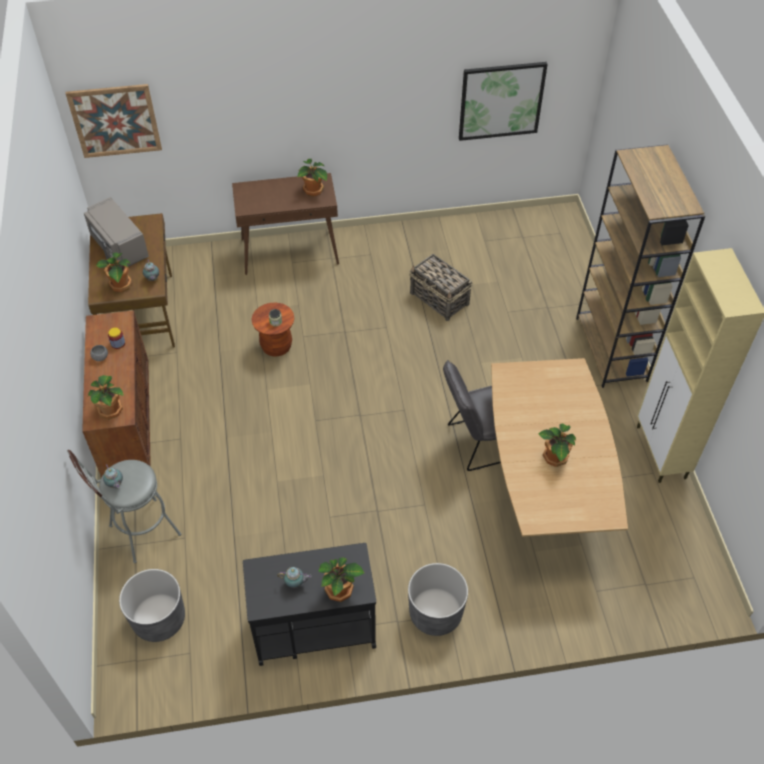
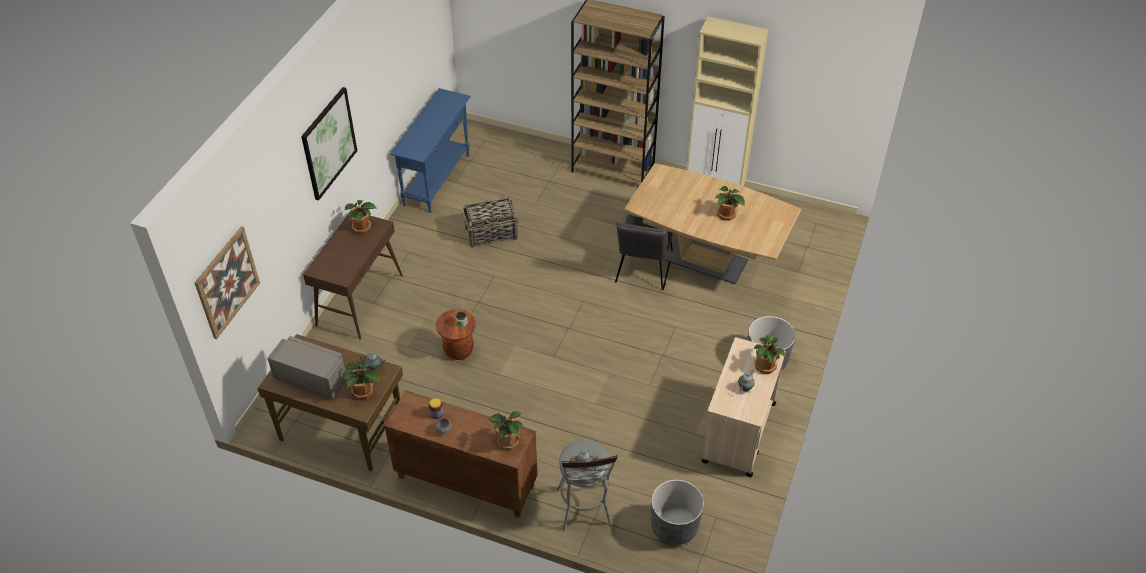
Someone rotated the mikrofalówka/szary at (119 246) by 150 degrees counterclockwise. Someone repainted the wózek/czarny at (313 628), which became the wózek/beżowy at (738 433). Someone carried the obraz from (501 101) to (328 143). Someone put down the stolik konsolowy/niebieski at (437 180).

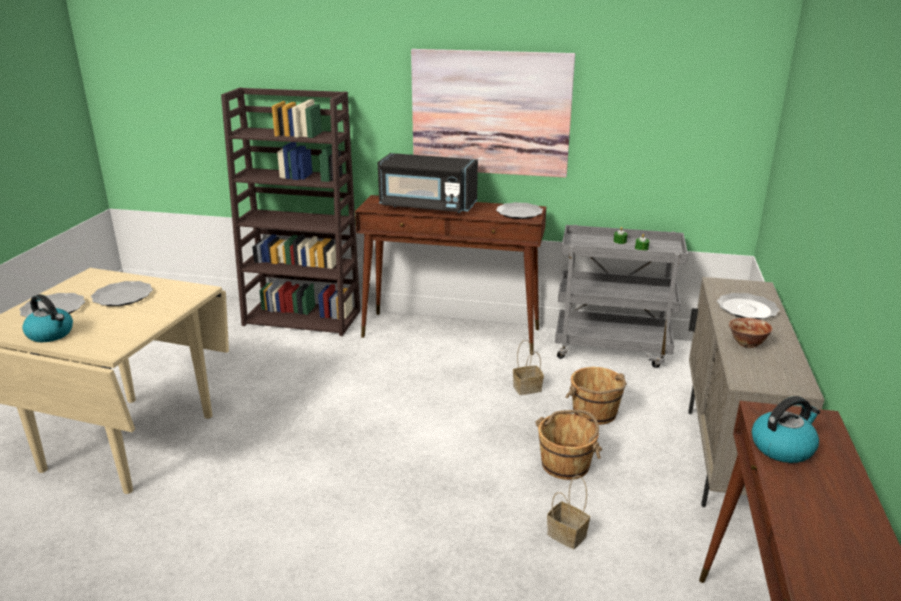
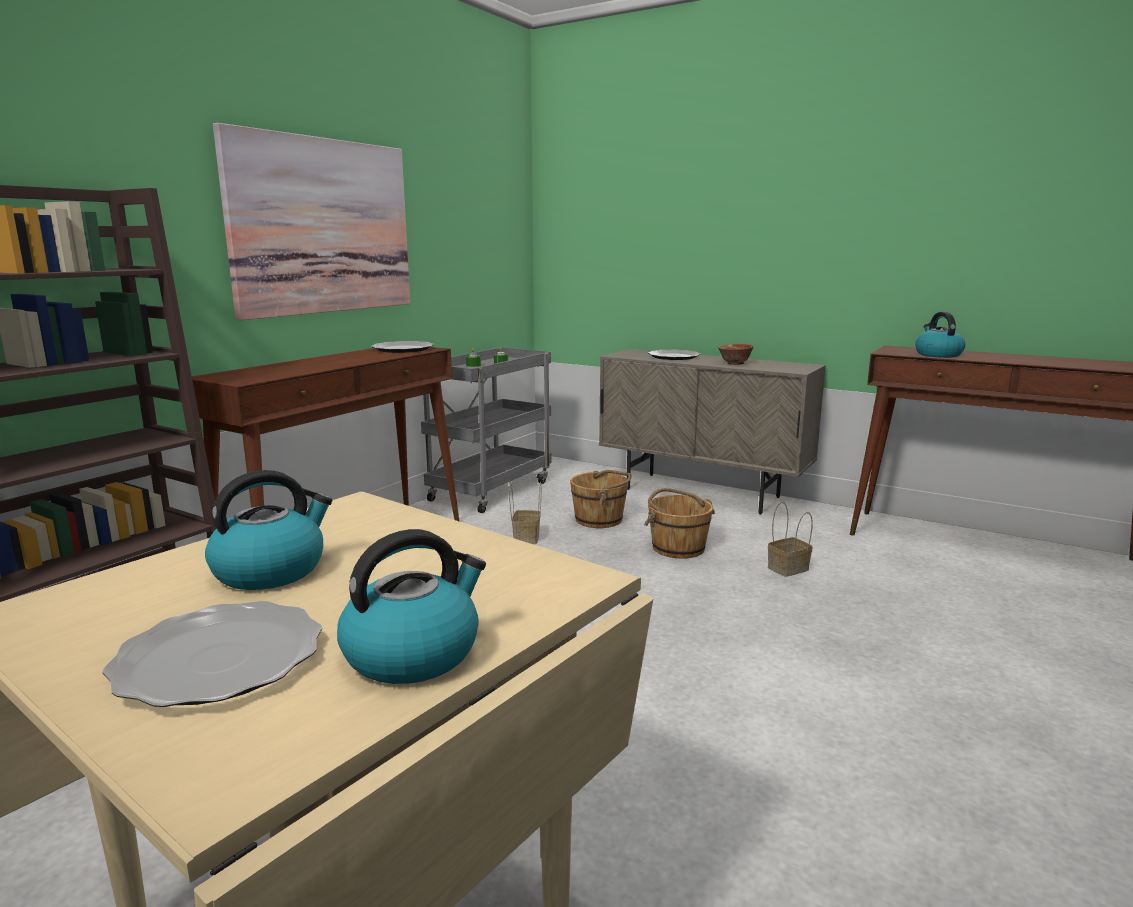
Someone swapped the talerz at (123 296) for the czajnik at (271 570). Someone took away the mikrofalówka/czarny at (427 206).

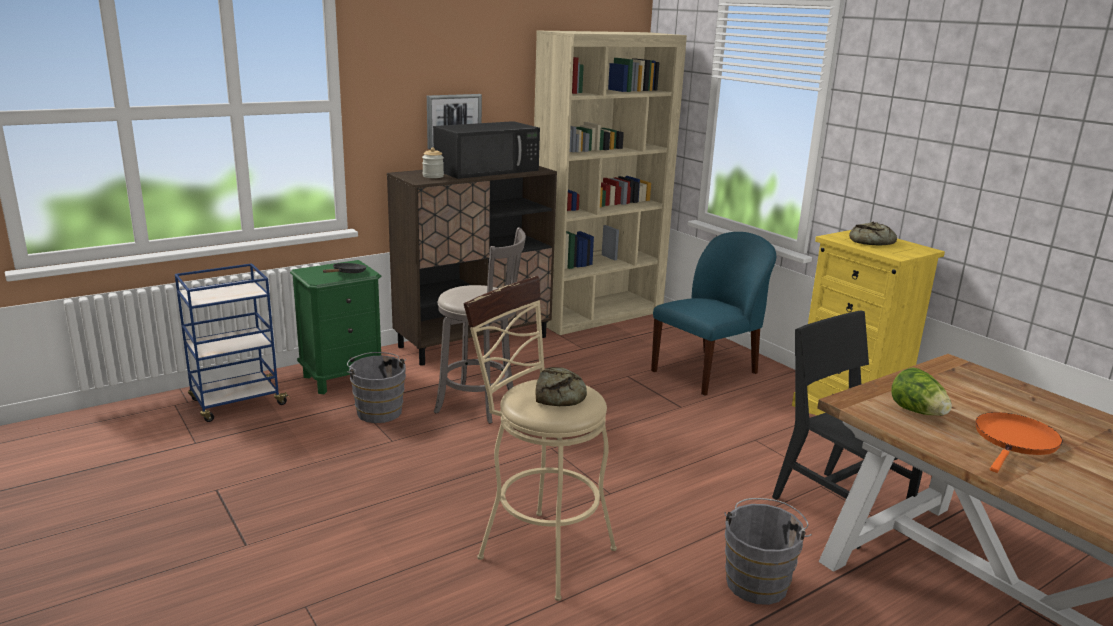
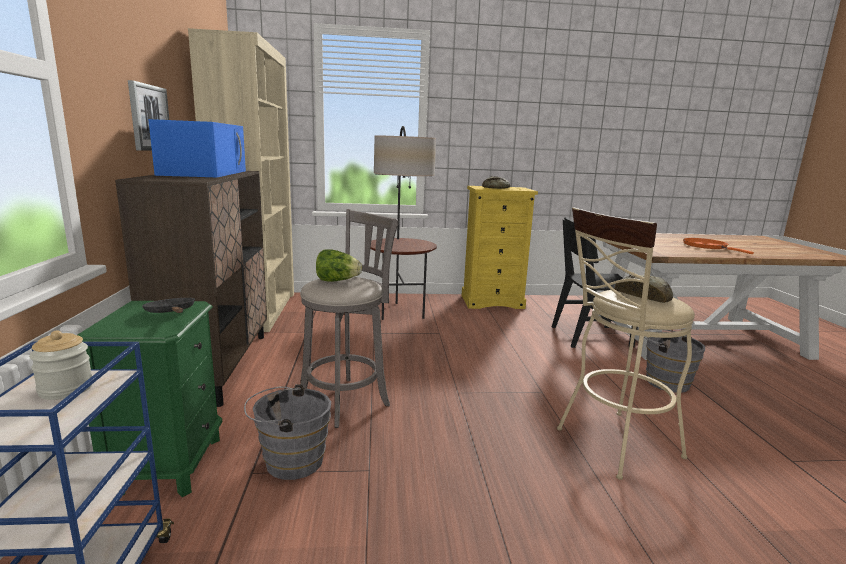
Someone carried the słoik from (433 176) to (66 389). Someone repainted the mikrofalówka/czarny at (487 170), which became the mikrofalówka/niebieski at (205 173). Someone swapped the krzesło/niebieski at (706 372) for the lampa stojąca at (400 312). Someone carried the sałata from (917 412) to (337 281).

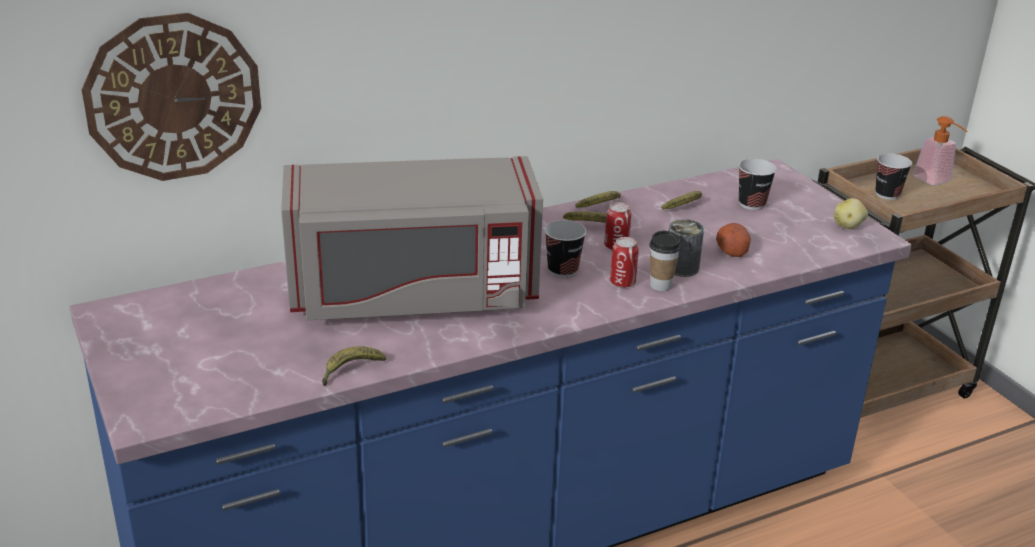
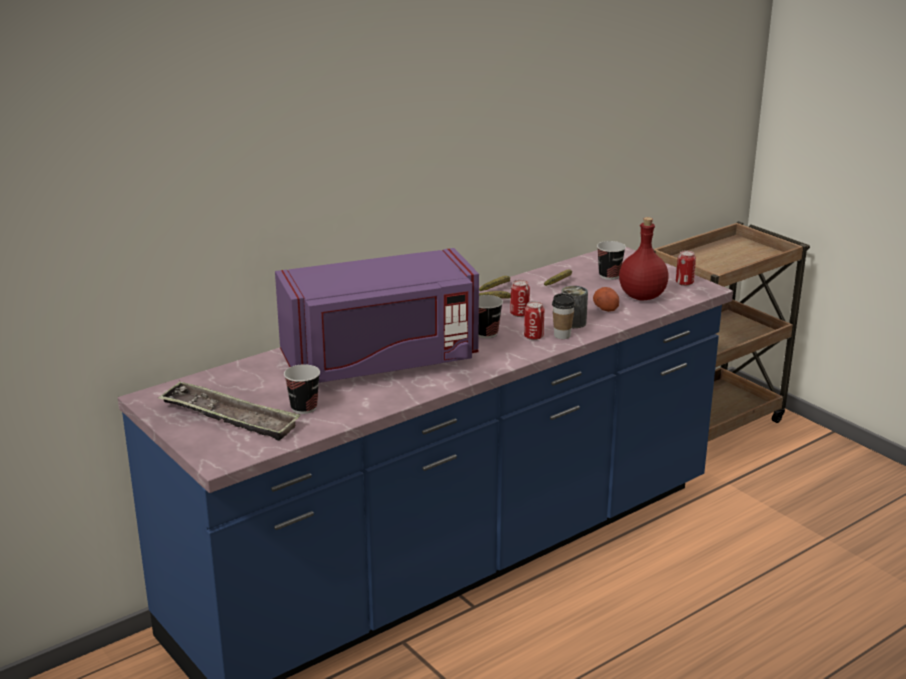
Someone took away the zegar ścienny at (173 97). Someone repainted the mikrofalówka/szary at (413 294), which became the mikrofalówka/fioletowy at (381 360). Someone took away the banan at (350 371). Someone swapped the ziemniak at (848 226) for the puszka at (684 283). Someone carried the filiżanka from (887 194) to (304 408). Someone took away the dozownik mydła at (936 181). Someone put down the taca at (229 417). Someone put down the butelka/czerwony at (642 297).

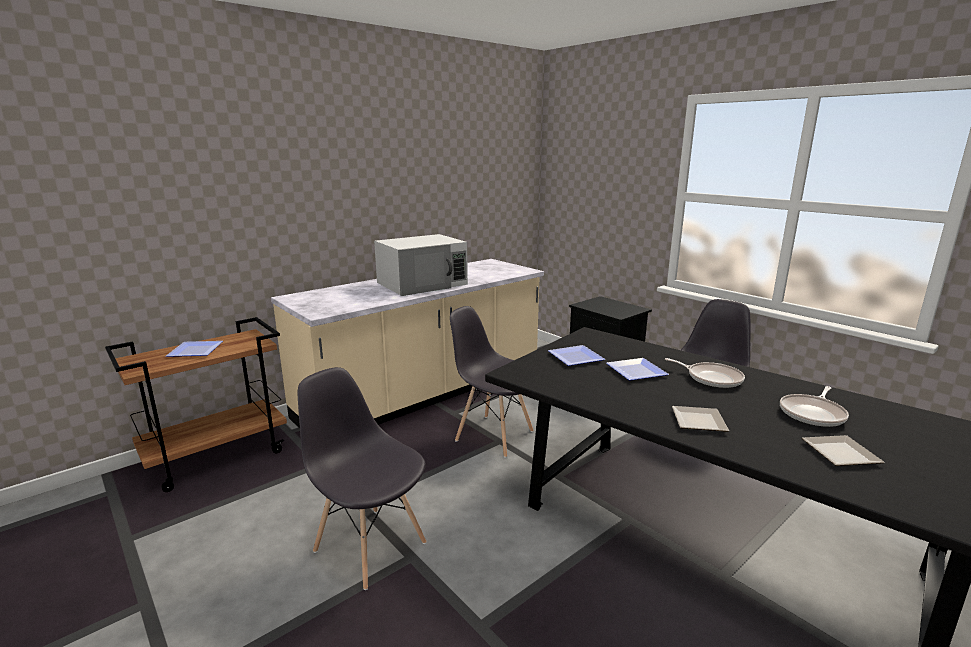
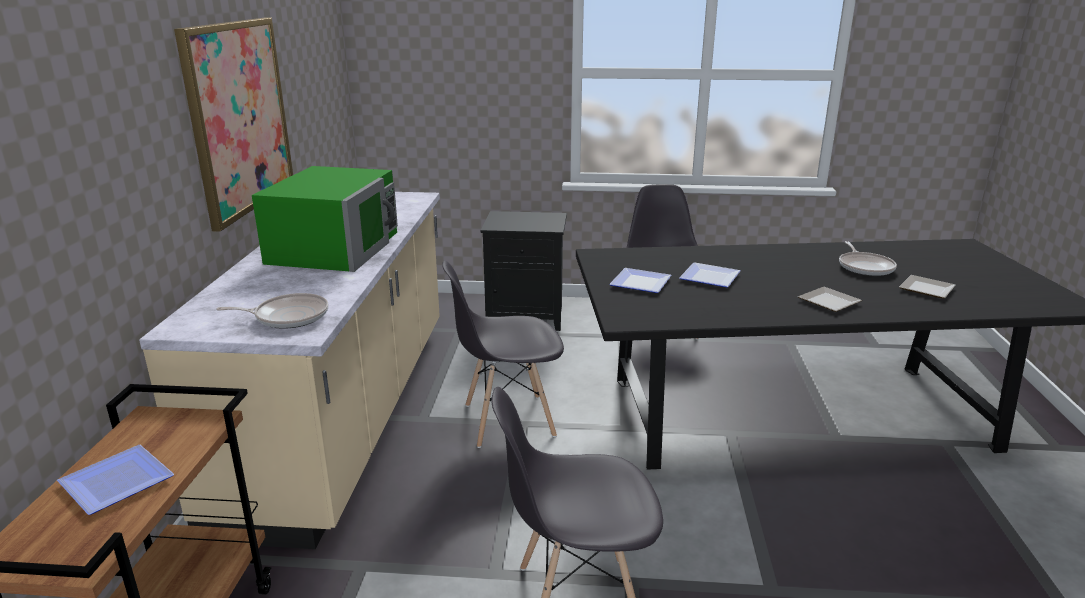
Someone repainted the mikrofalówka/biały at (423 283), which became the mikrofalówka/zielony at (335 247). Someone carried the patelnia from (711 378) to (288 317). Someone put up the obraz at (239 117).

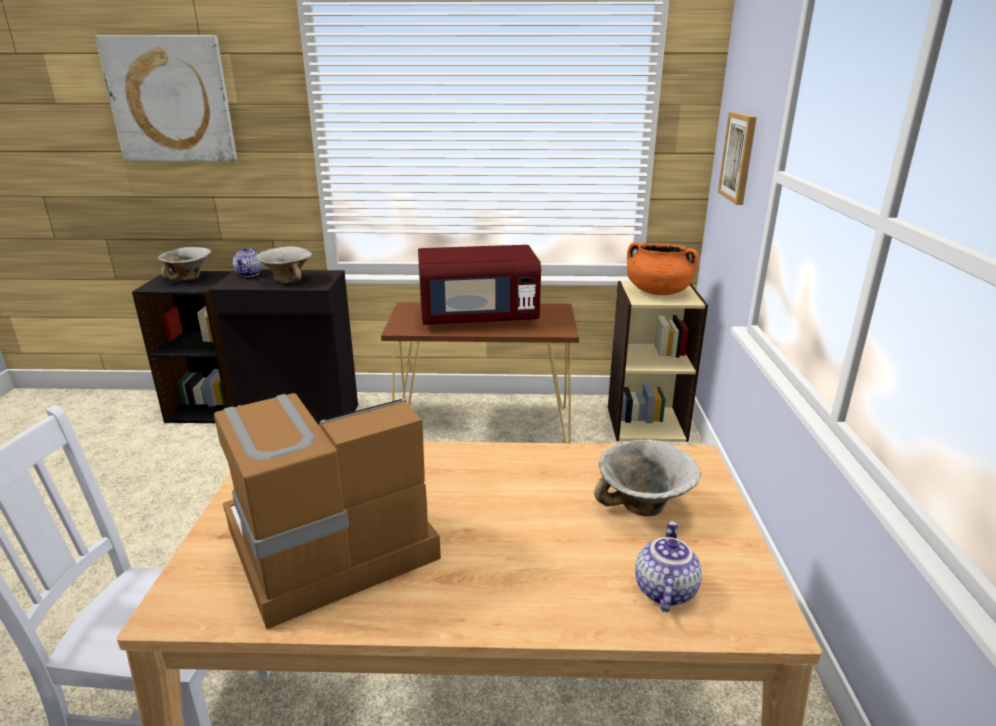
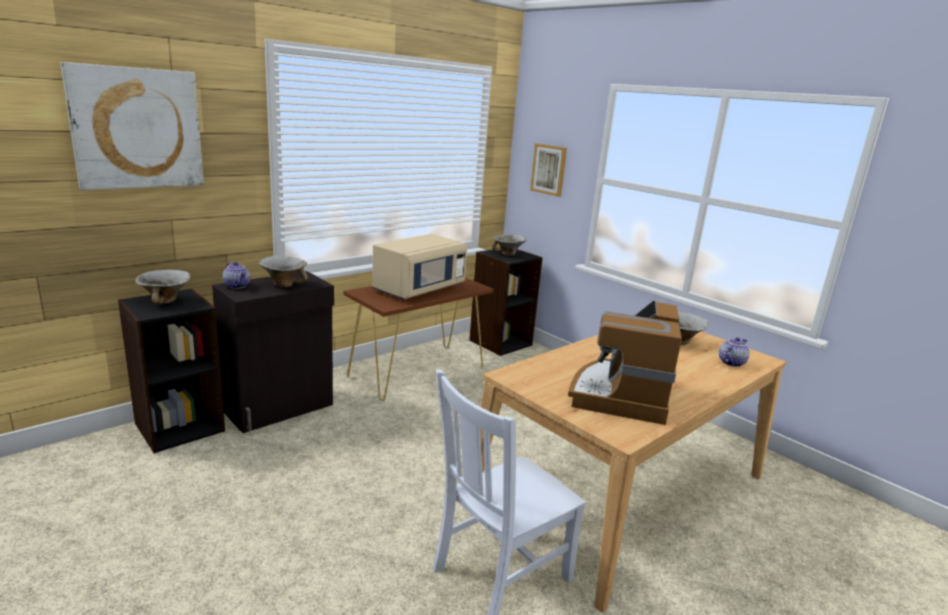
Someone repainted the mikrofalówka/czerwony at (478 317), which became the mikrofalówka/beżowy at (418 289). Someone repainted the regał/beżowy at (646 423), which became the regał/czarny at (500 342). Someone swapped the garnek/pomarańczowy at (658 292) for the miska at (508 254). Someone rotated the imbryk at (663 589) by 75 degrees clockwise.

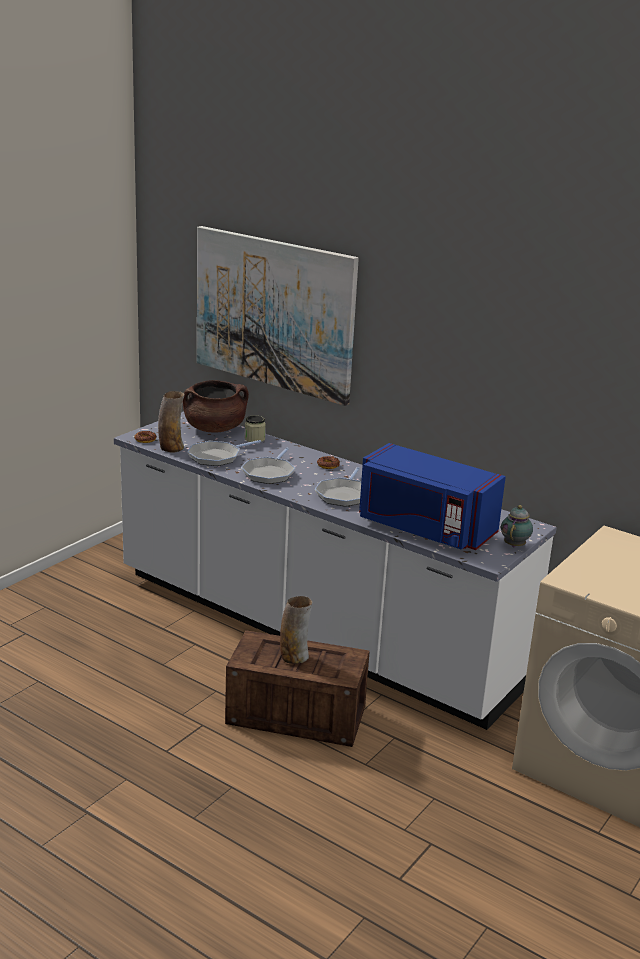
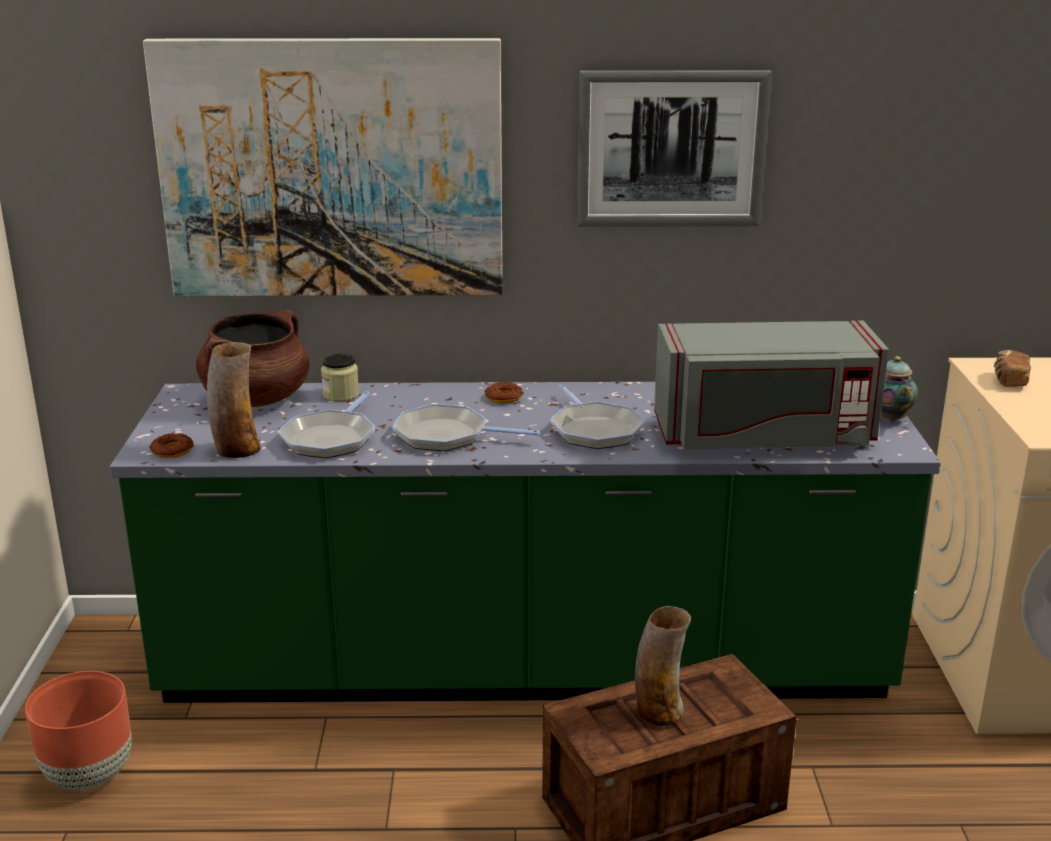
Someone repainted the zabudowa kuchenna/biały at (311 630), which became the zabudowa kuchenna/zielony at (525 668). Someone rotated the patelnia at (269 473) by 120 degrees clockwise. Someone repainted the mikrofalówka/niebieski at (424 528), which became the mikrofalówka/szary at (763 436). Someone put down the donica/brązowy at (89 776). Someone put up the obraz at (671 149). Someone put down the chleb at (1009 381).

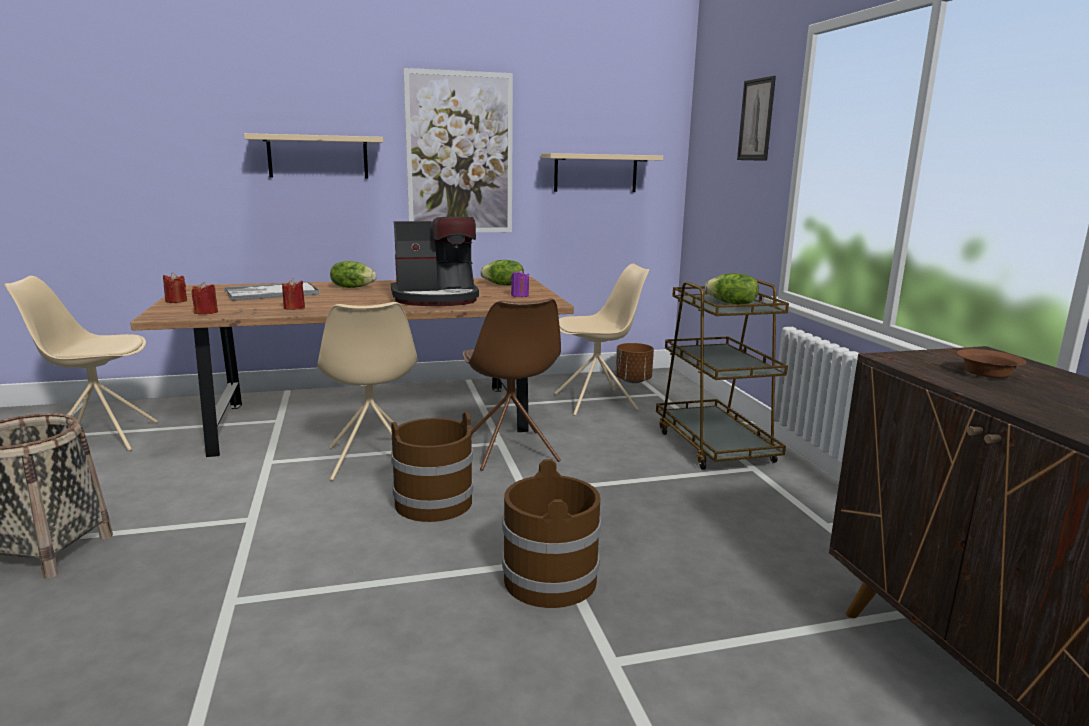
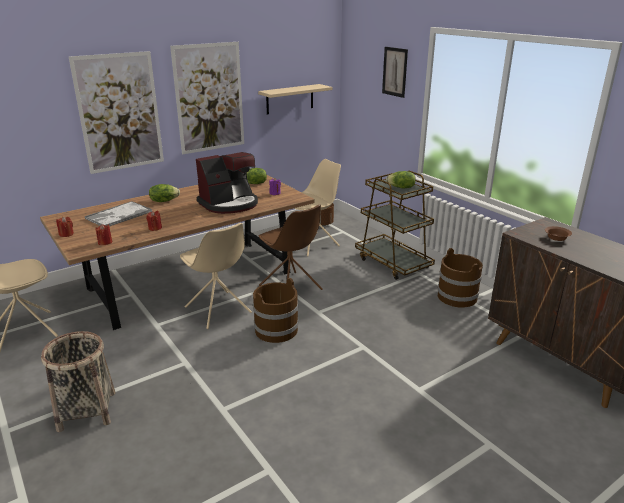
Someone swapped the półka/beżowy at (318 157) for the obraz at (119 113). Someone carried the wiadro/brązowy from (550 580) to (457 297).

